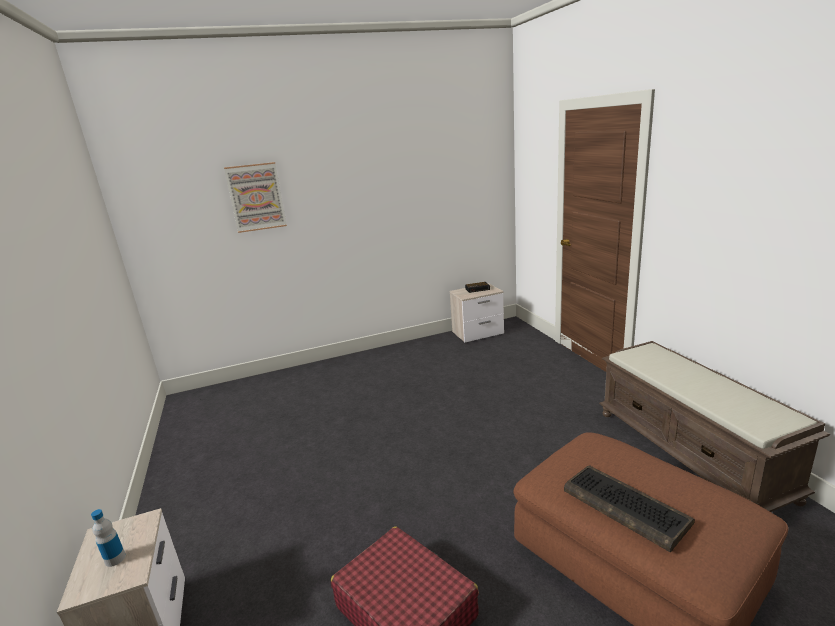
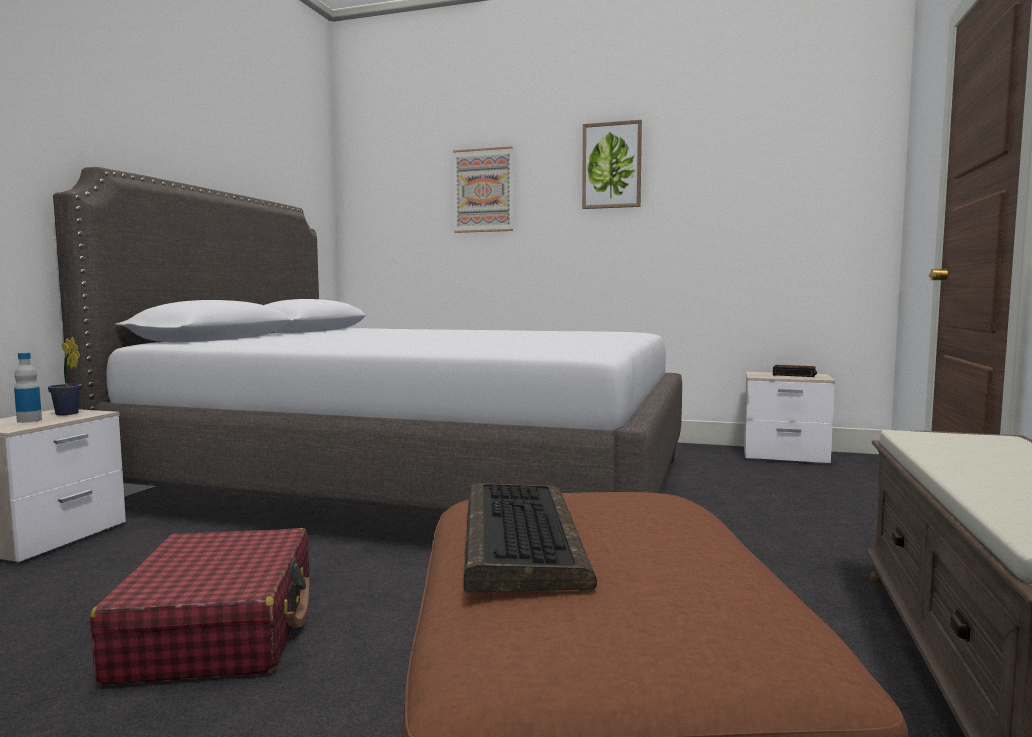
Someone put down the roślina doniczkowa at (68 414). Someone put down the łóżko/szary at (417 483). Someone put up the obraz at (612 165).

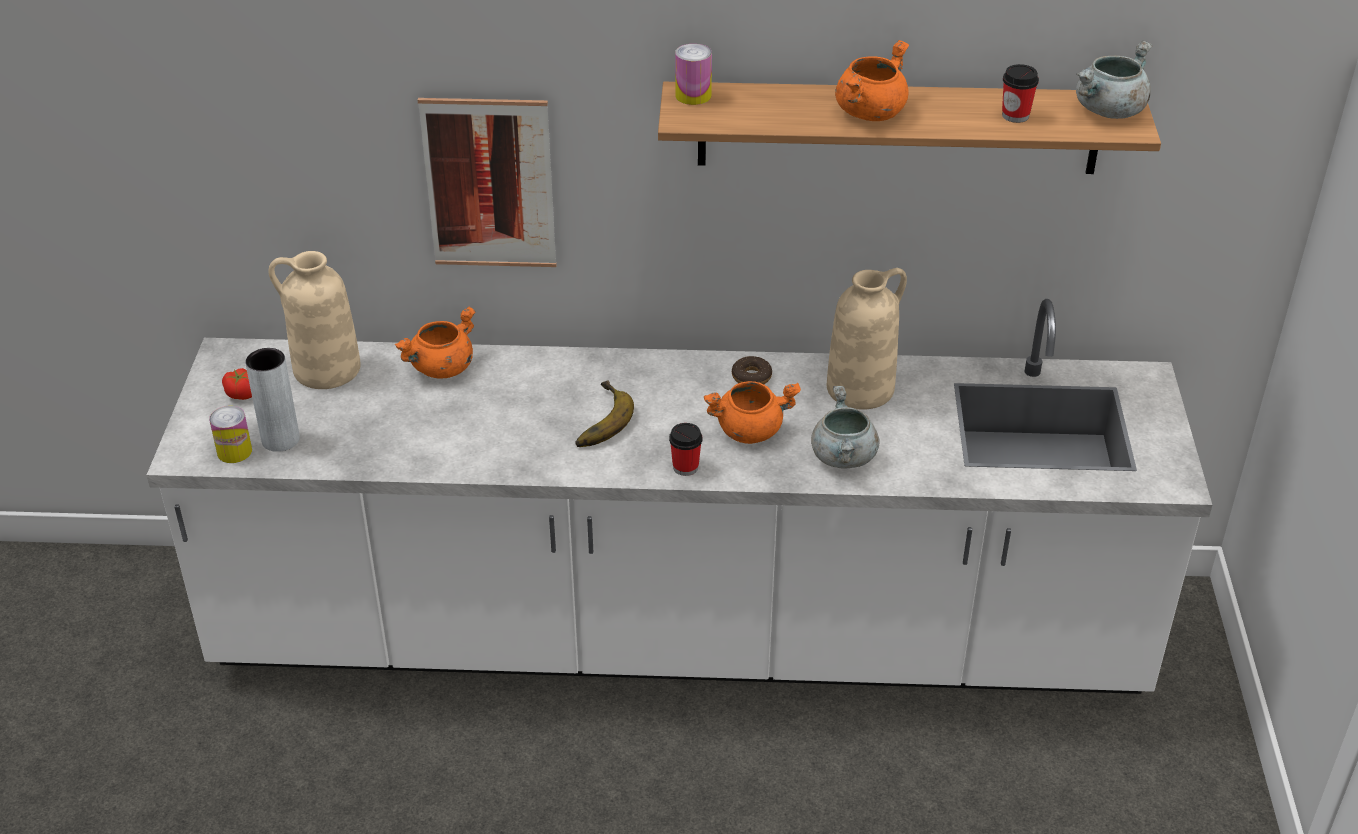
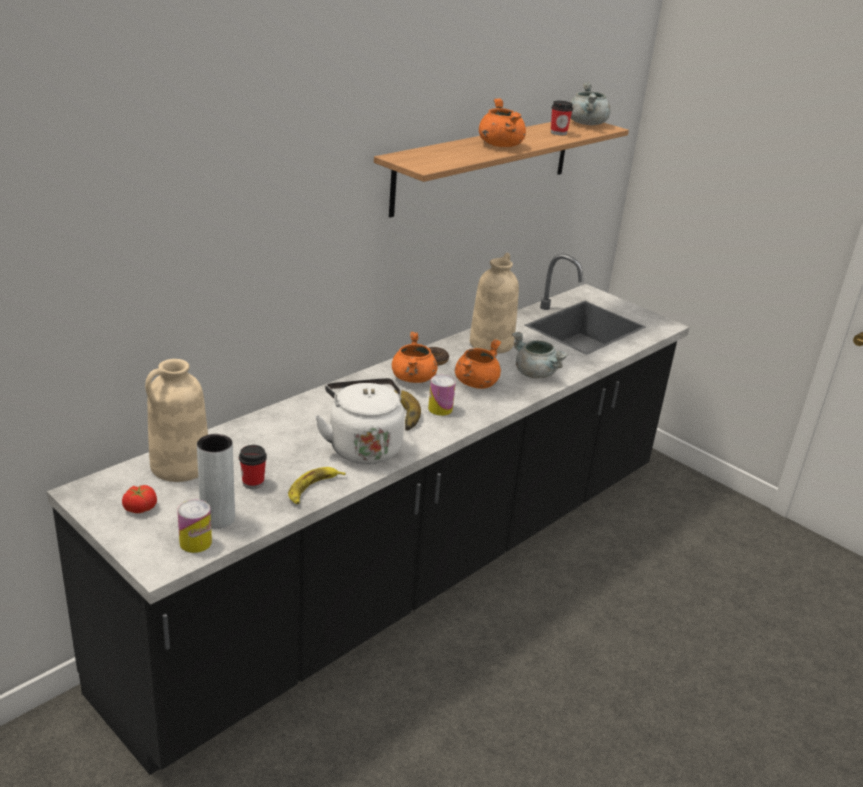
Someone repainted the zabudowa kuchenna/biały at (679 638), which became the zabudowa kuchenna/czarny at (415 570). Someone carried the garnek/pomarańczowy from (442 368) to (413 379). Someone took away the obraz at (489 184). Someone carried the filiżanka from (685 467) to (253 483). Someone carried the puszka from (693 95) to (440 409). Someone put down the banan at (313 489). Someone put down the czajnik/biały at (363 447).

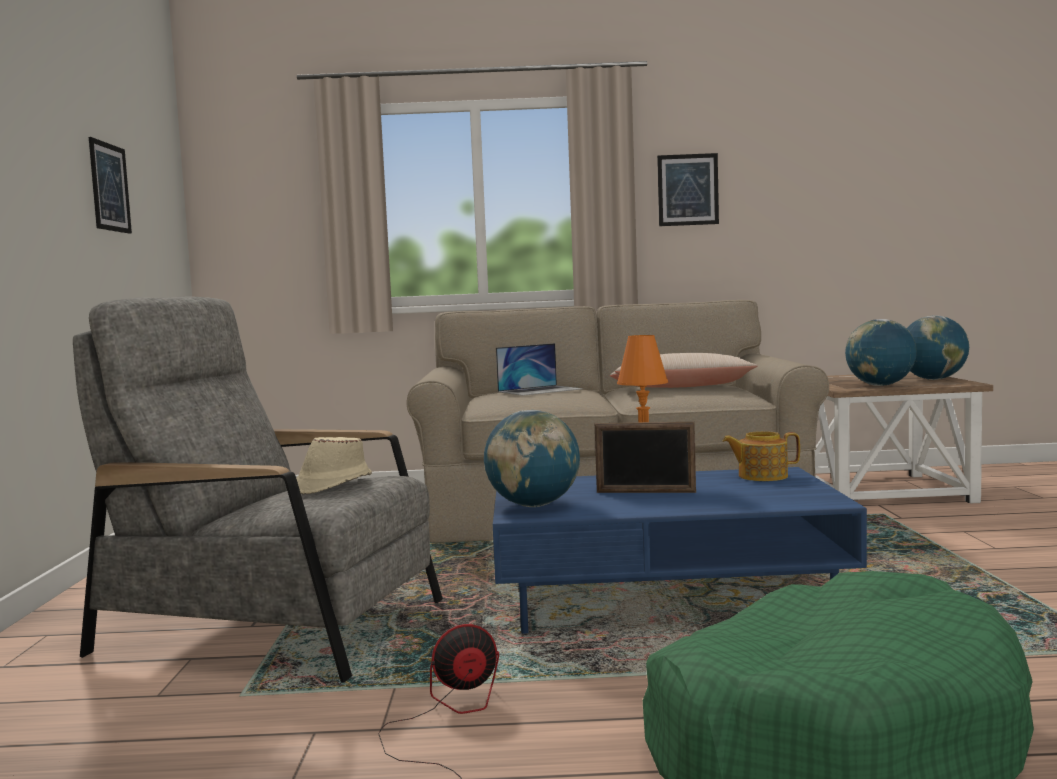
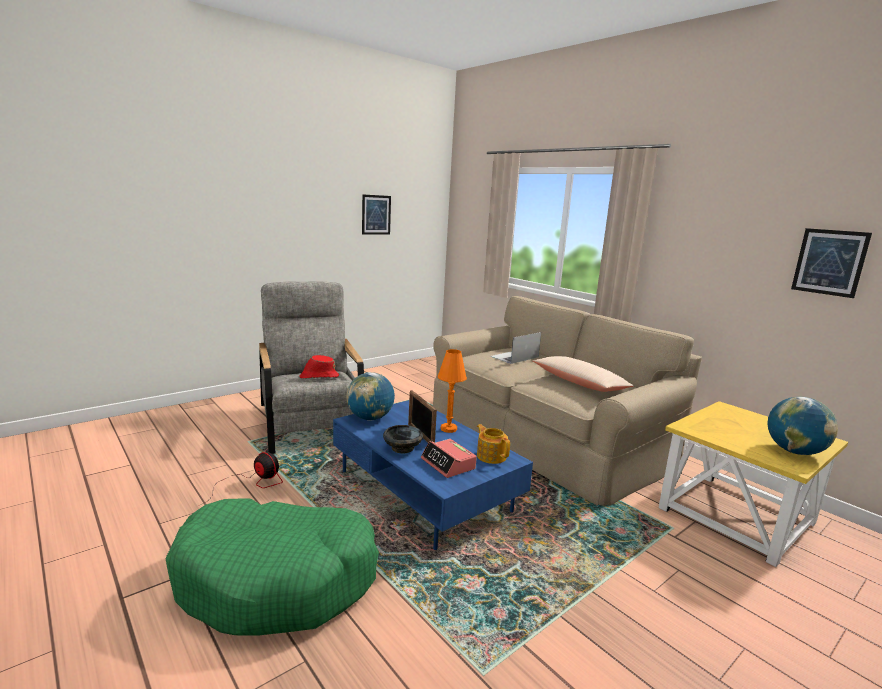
Someone repainted the kapelusz/beżowy at (333 485), which became the kapelusz/czerwony at (318 376). Someone rotated the laptop at (540 390) by 120 degrees clockwise. Someone carried the obraz from (688 190) to (829 262). Someone repainted the stolik/brązowy at (882 490), which became the stolik/żółty at (738 516). Someone took away the globus at (880 385). Someone put down the miska/czarny at (402 448). Someone put down the budzik at (448 464).

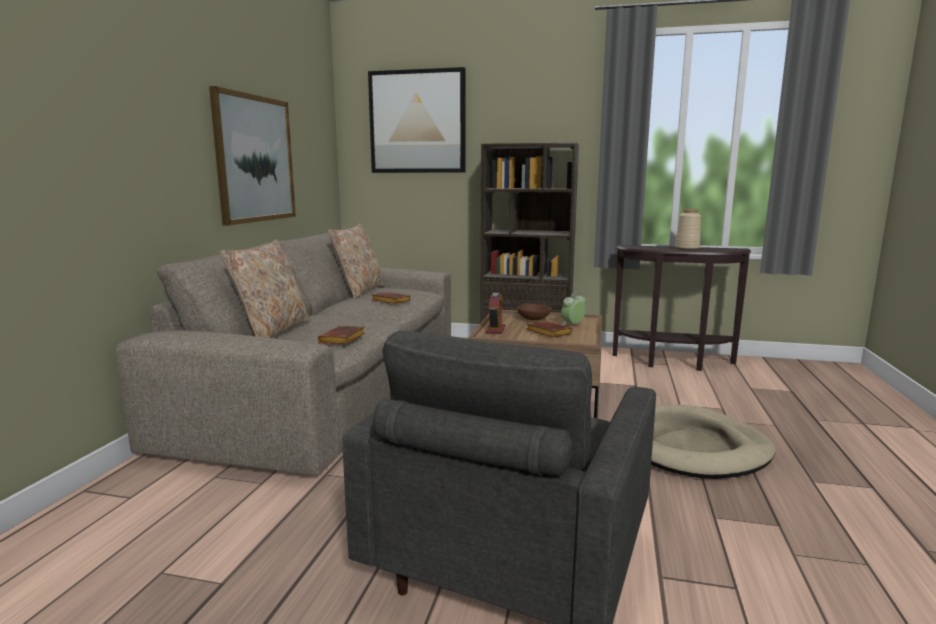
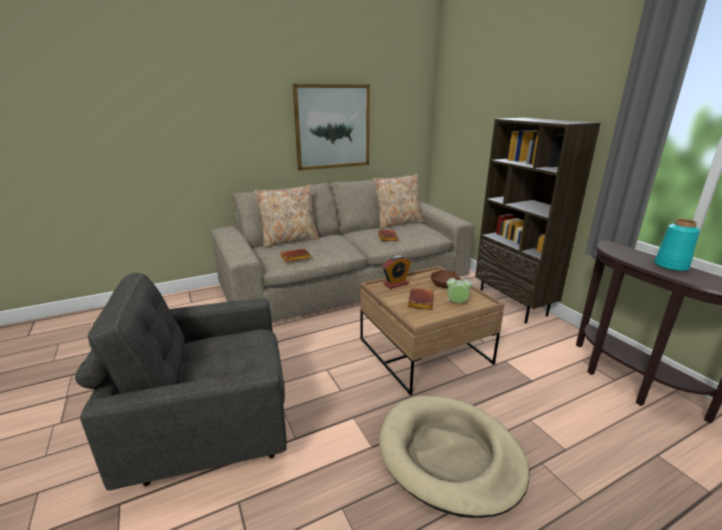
Someone took away the obraz at (417 122). Someone repainted the wazon/beżowy at (687 248), which became the wazon/turkusowy at (671 266).

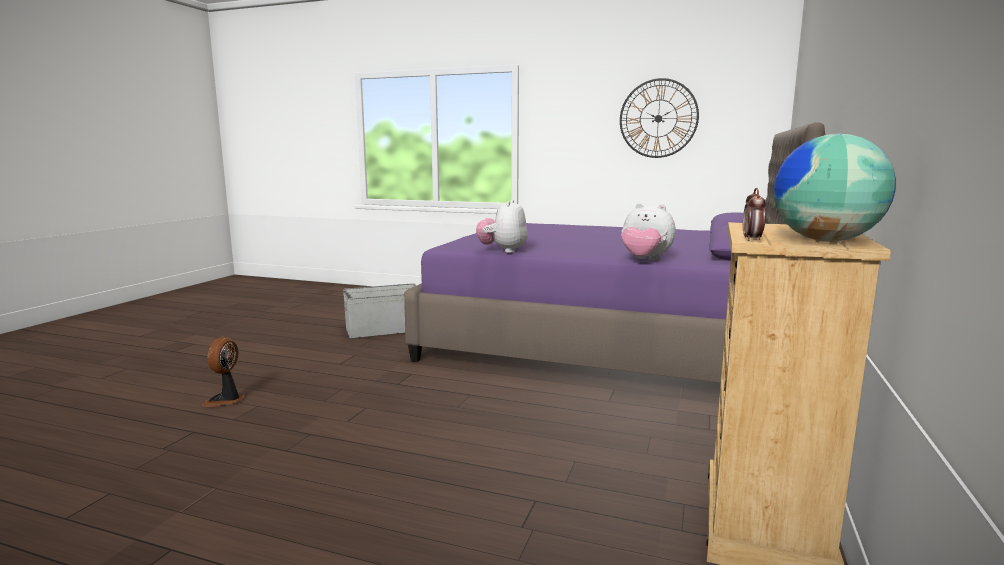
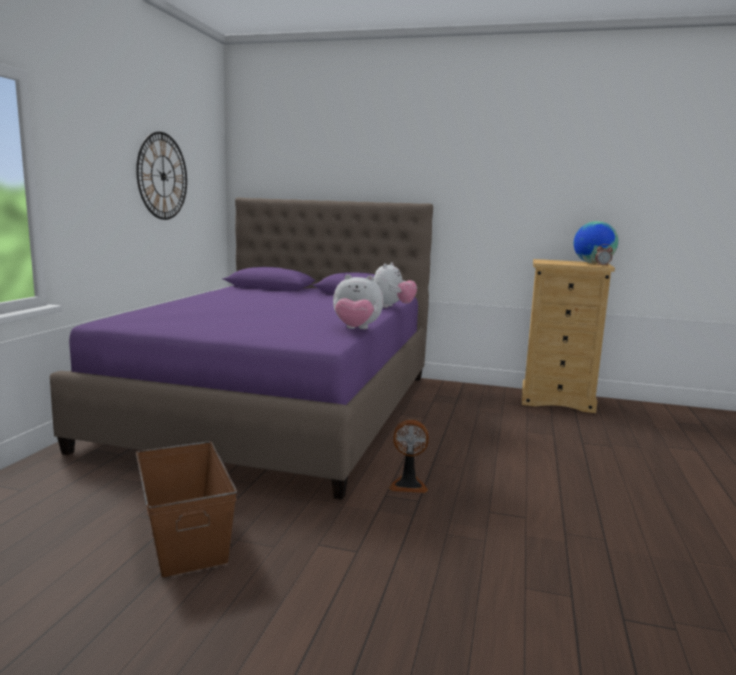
Someone carried the wentylator from (226 400) to (408 484). Someone repainted the pojemnik do przechowywania/szary at (385 329), which became the pojemnik do przechowywania/brązowy at (186 534).

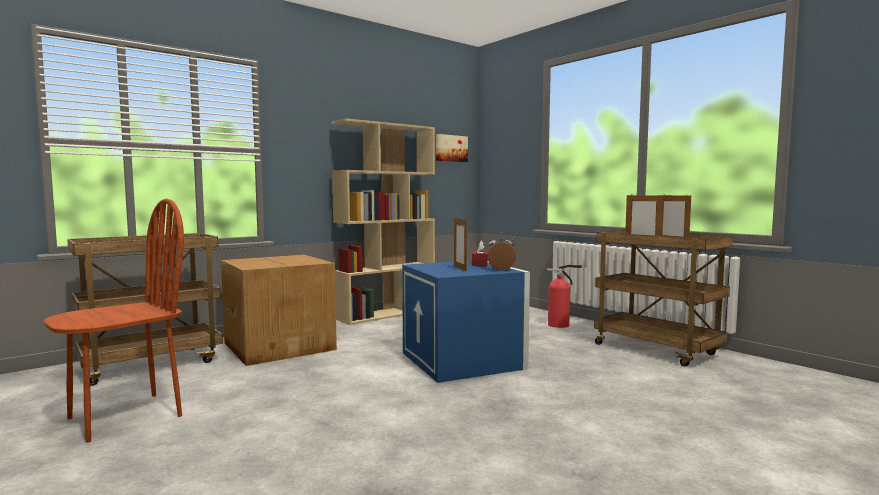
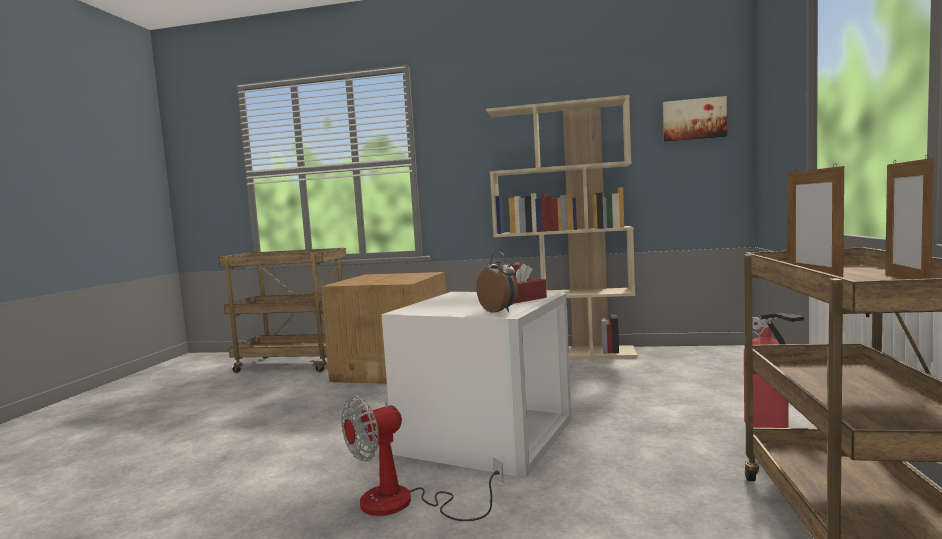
Someone took away the krzesło/brązowy at (125 416). Someone repainted the pojemnik do przechowywania/niebieski at (464 361), which became the pojemnik do przechowywania/biały at (488 437). Someone took away the ramka na zdjęcie at (460 268). Someone put down the wentylator at (404 504).

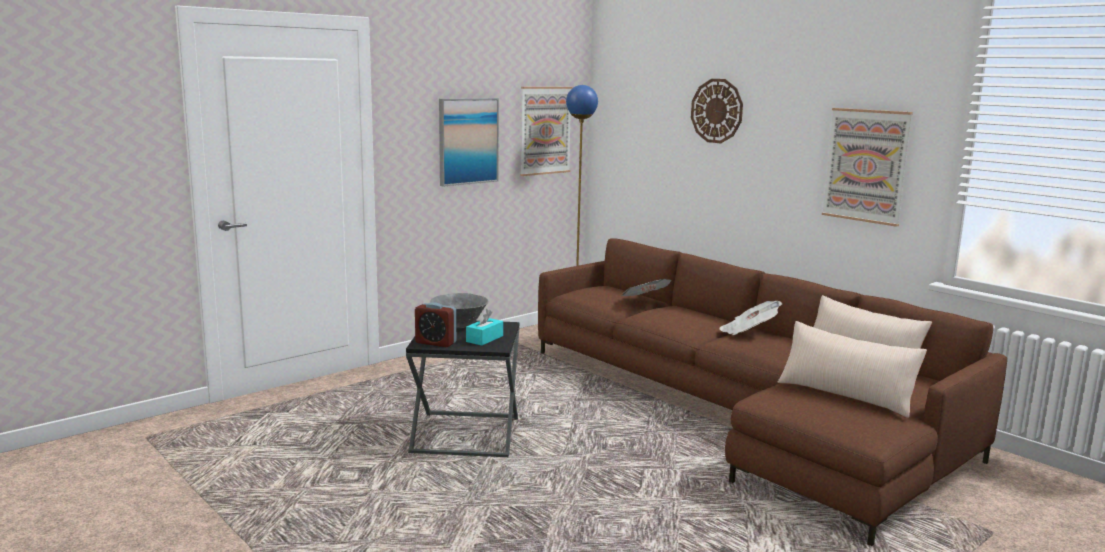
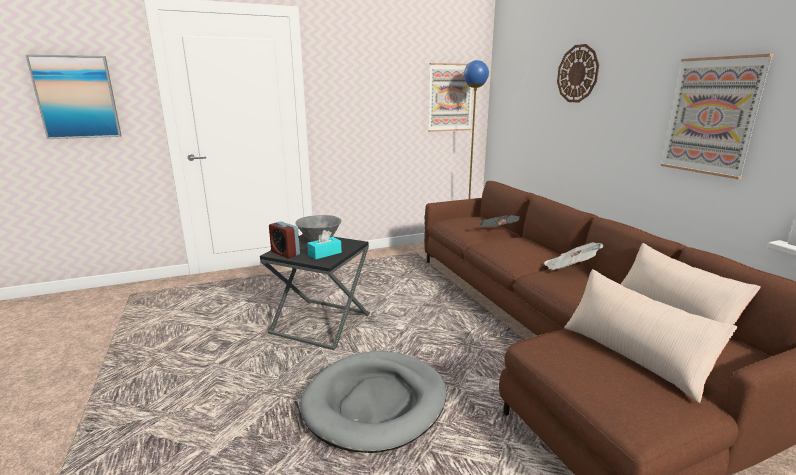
Someone carried the obraz from (468 141) to (77 97). Someone put down the legowisko/szary at (376 403).

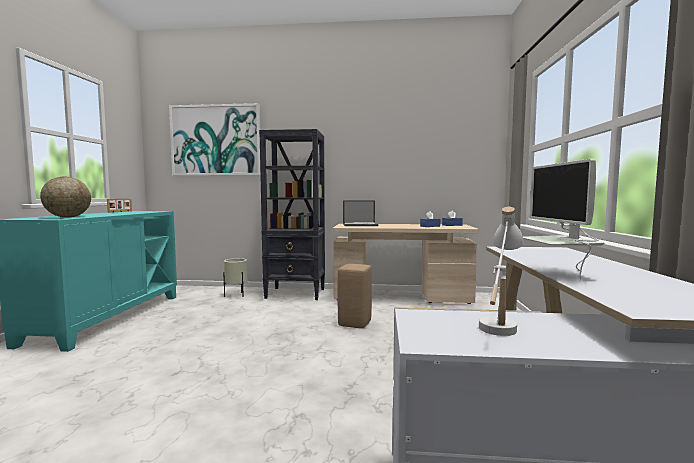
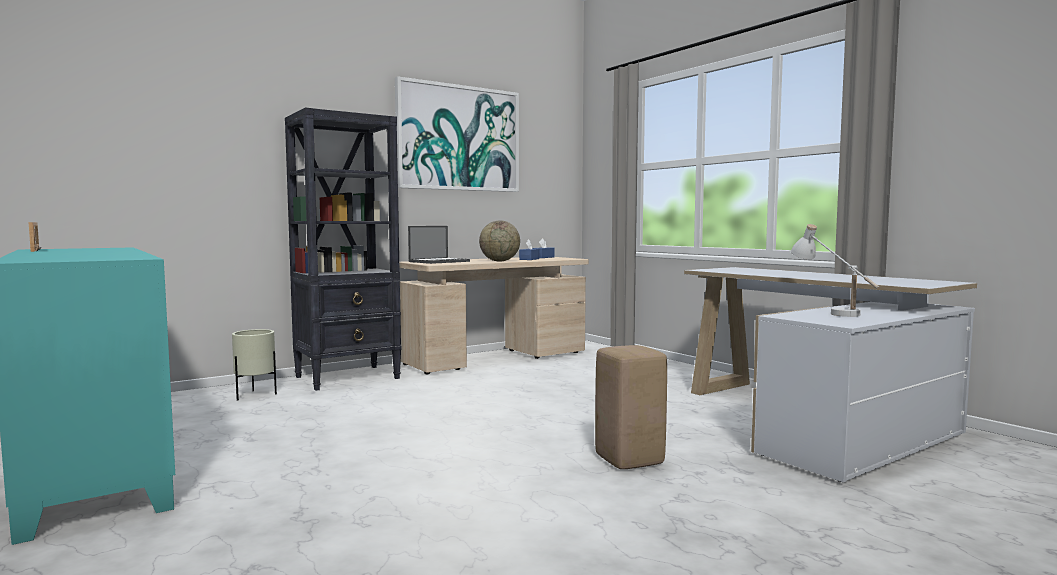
Someone carried the globus from (68 217) to (499 261). Someone carried the obraz from (216 140) to (458 138). Someone carried the stołek/beżowy from (354 323) to (627 460). Someone took away the monitor at (559 274).

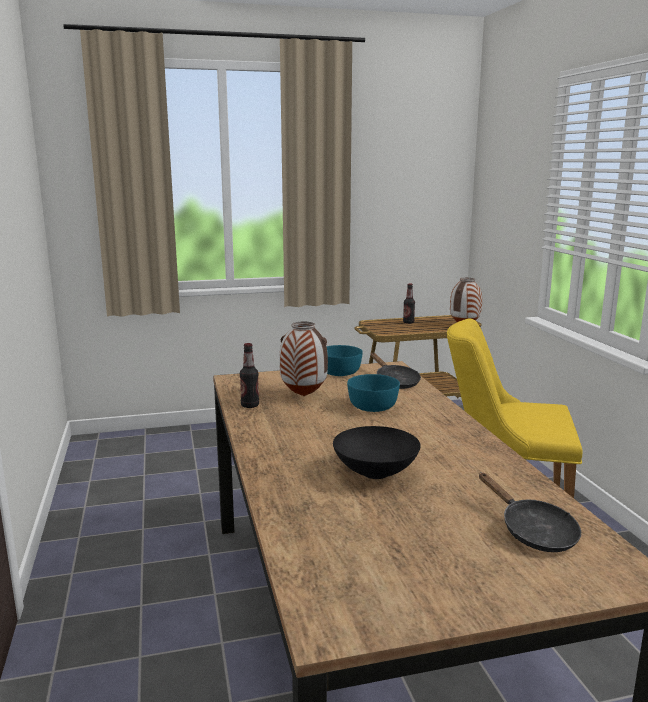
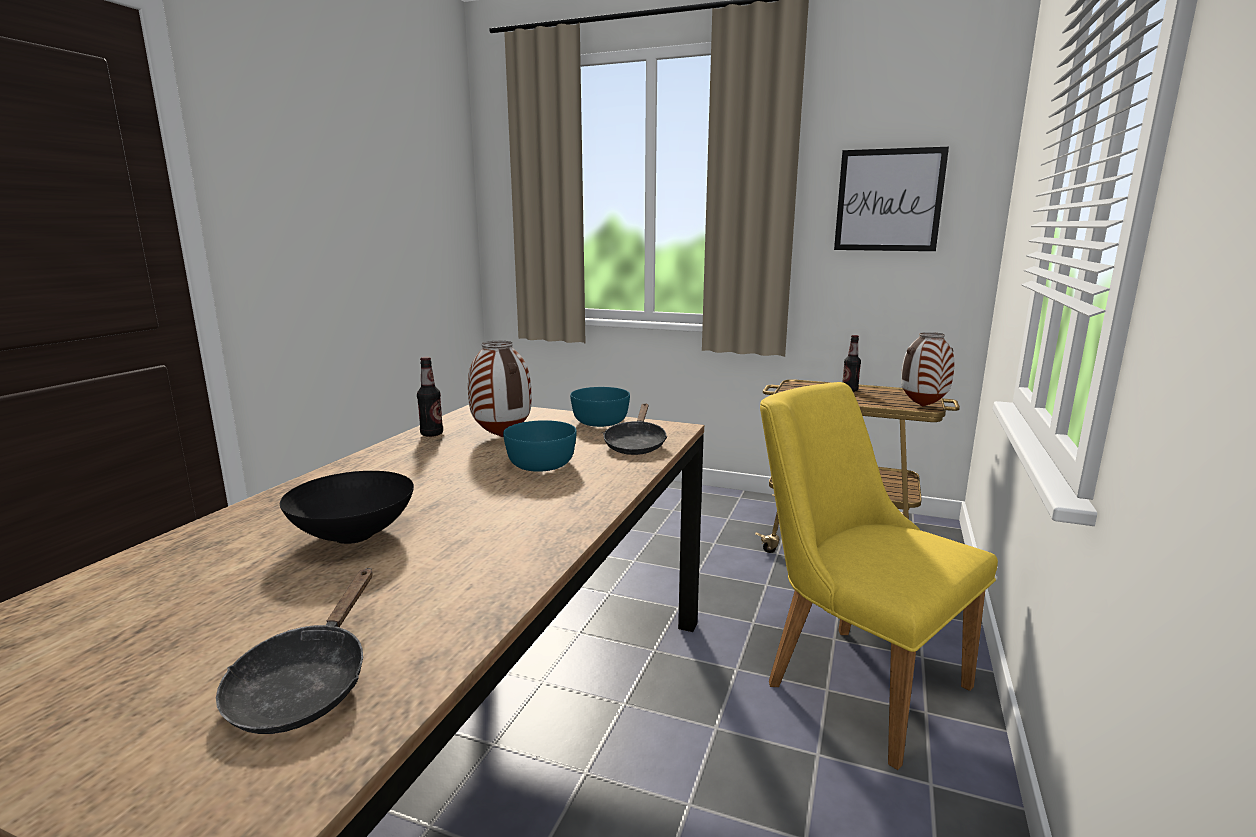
Someone put up the obraz at (888 200).

